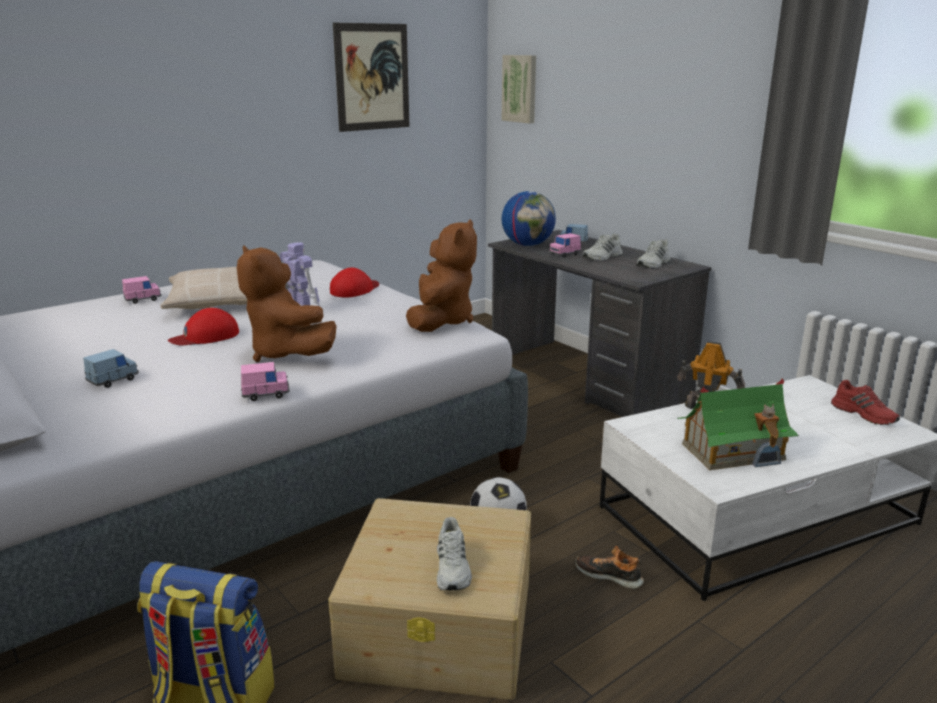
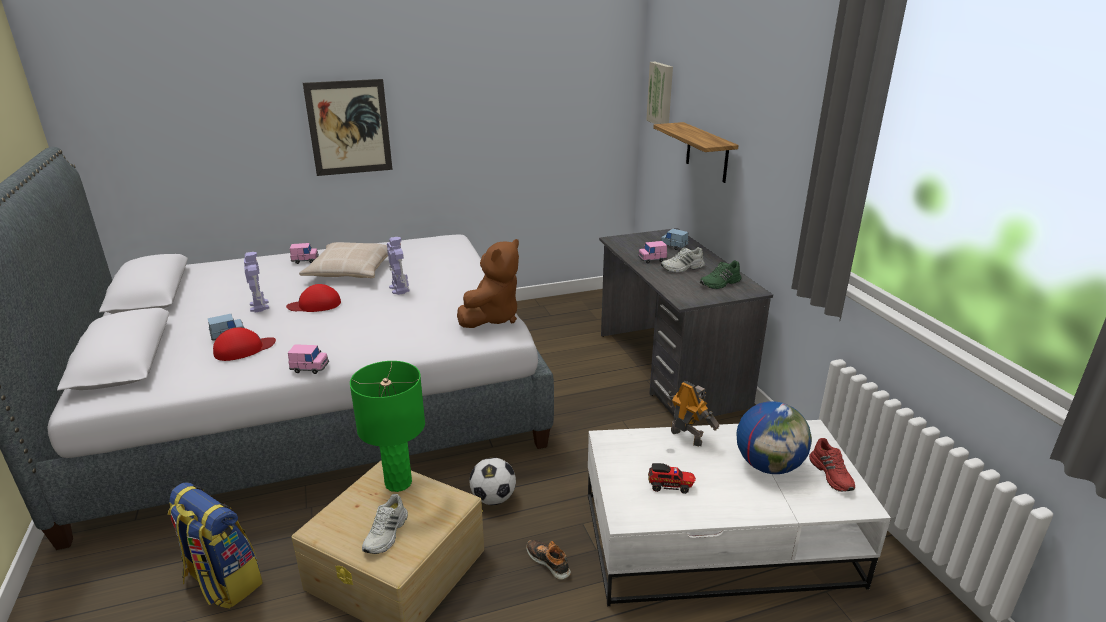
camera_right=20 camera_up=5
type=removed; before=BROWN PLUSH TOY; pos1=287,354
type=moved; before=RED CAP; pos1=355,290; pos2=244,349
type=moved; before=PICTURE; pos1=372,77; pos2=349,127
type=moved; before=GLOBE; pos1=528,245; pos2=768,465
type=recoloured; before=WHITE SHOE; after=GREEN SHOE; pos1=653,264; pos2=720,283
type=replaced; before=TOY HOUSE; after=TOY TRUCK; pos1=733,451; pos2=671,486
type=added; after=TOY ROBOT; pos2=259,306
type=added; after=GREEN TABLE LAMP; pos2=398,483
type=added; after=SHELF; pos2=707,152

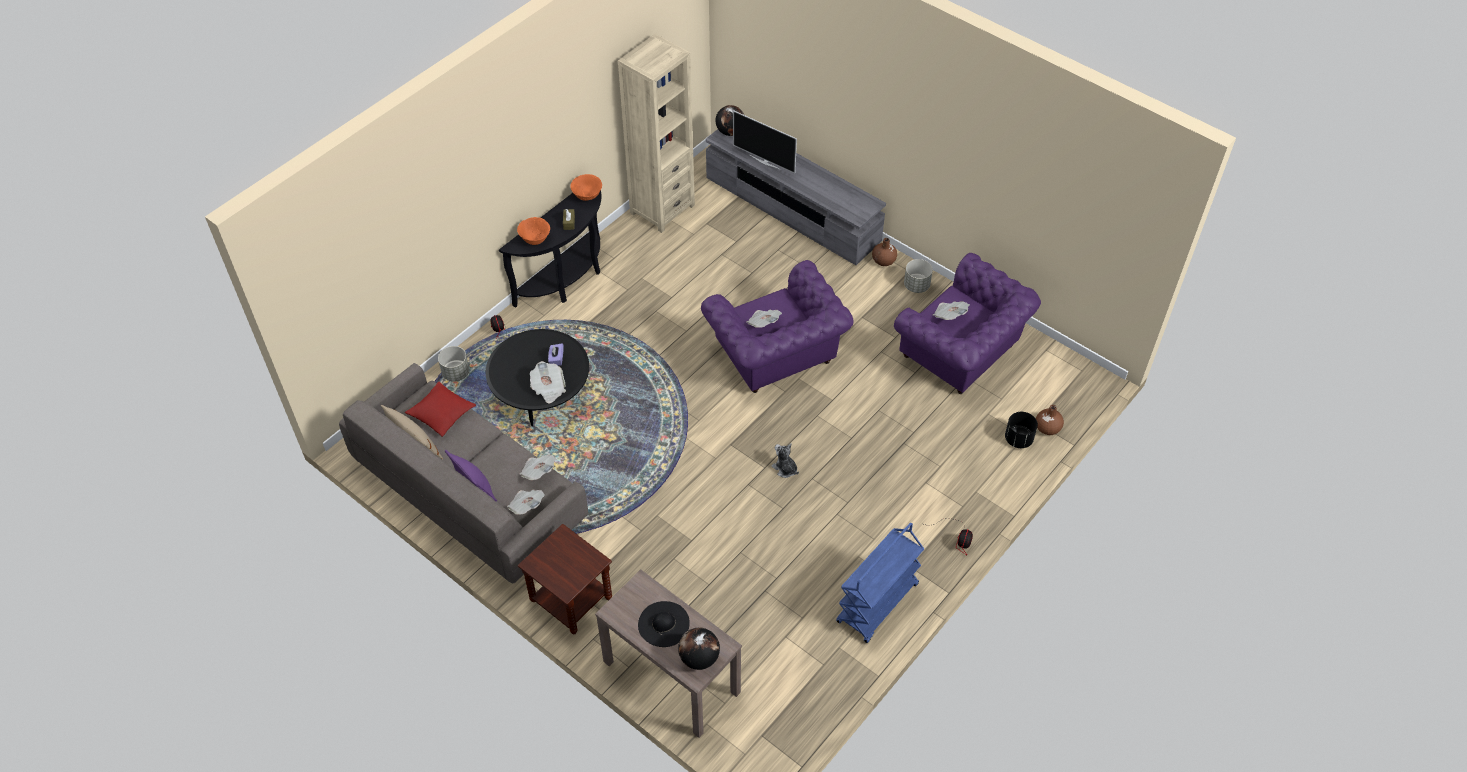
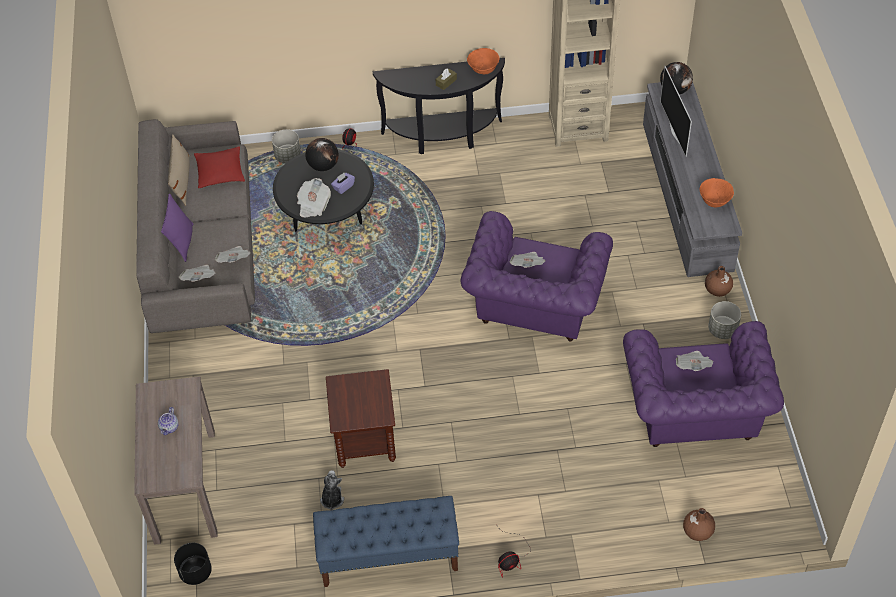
camera_right=45 camera_up=0
type=moved; before=ORANGE BOWL; pos1=535,239; pos2=714,201
type=moved; before=BROWN SIDE TABLE; pos1=570,600; pos2=364,439
type=replaced; before=BLACK HAT; after=TEAPOT; pos1=663,624; pos2=169,427
type=moved; before=GLOBE; pos1=699,658; pos2=323,166
type=moved; before=PLUSH TOY; pos1=785,469; pos2=332,499
type=replaced; before=BLUE CART; after=BLUE BENCH; pos1=877,604; pos2=388,557
type=moved; before=BLACK PLANTER; pos1=1018,439; pos2=195,572

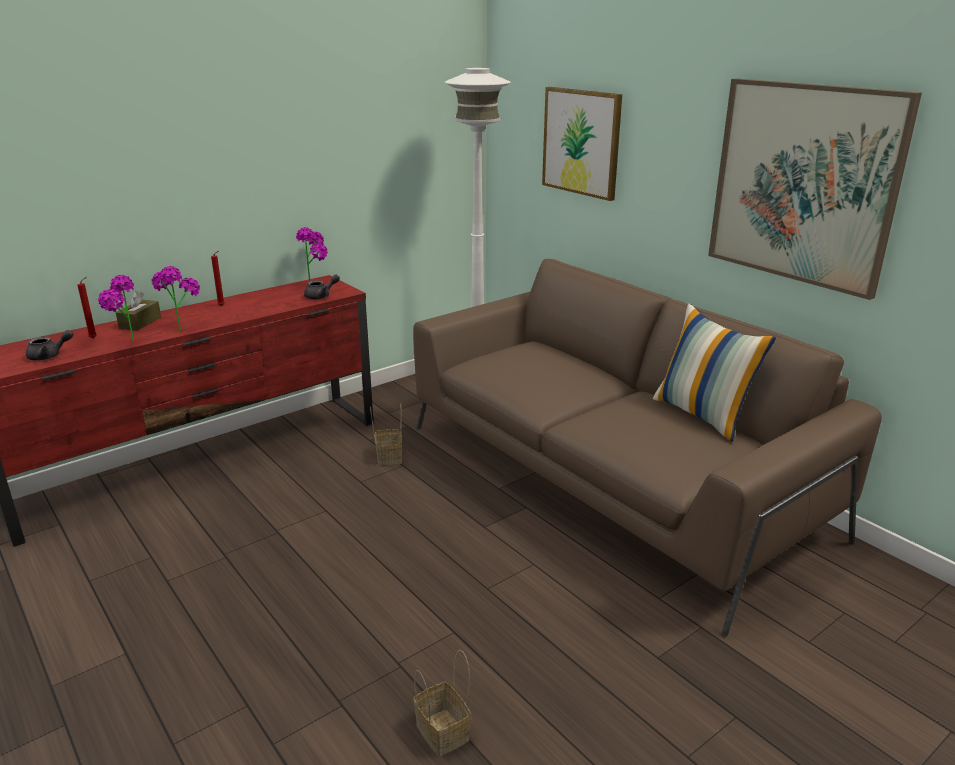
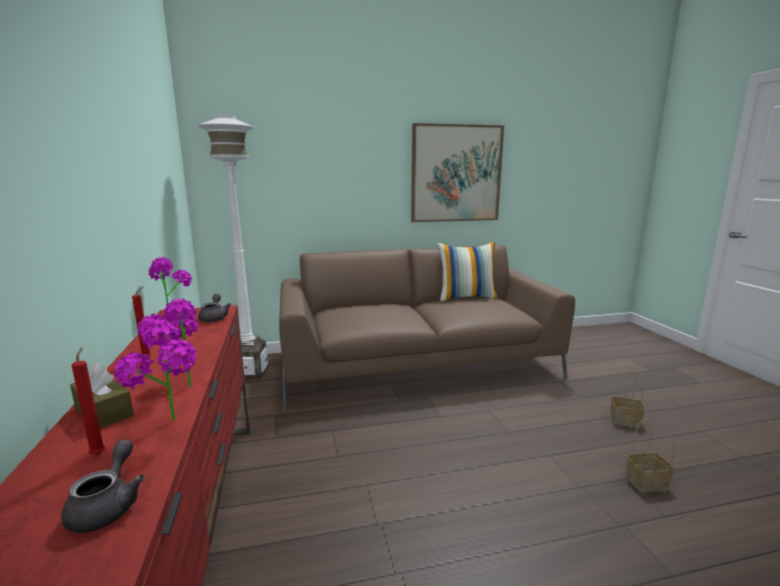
camera_right=-65 camera_up=-10
type=moved; before=BASKET; pos1=388,456; pos2=624,420
type=removed; before=PICTURE; pos1=581,142

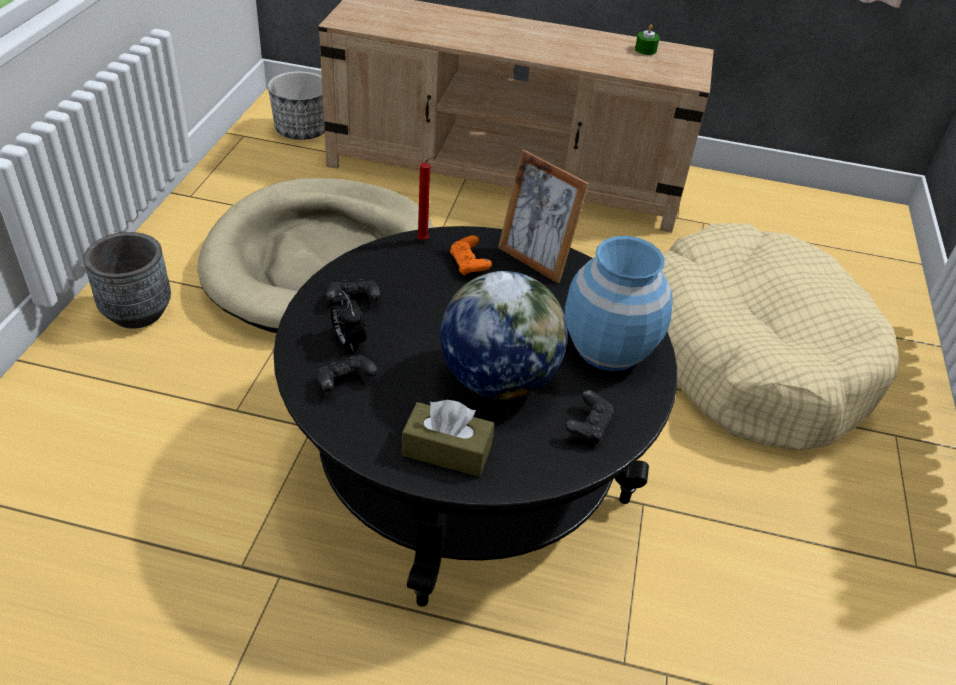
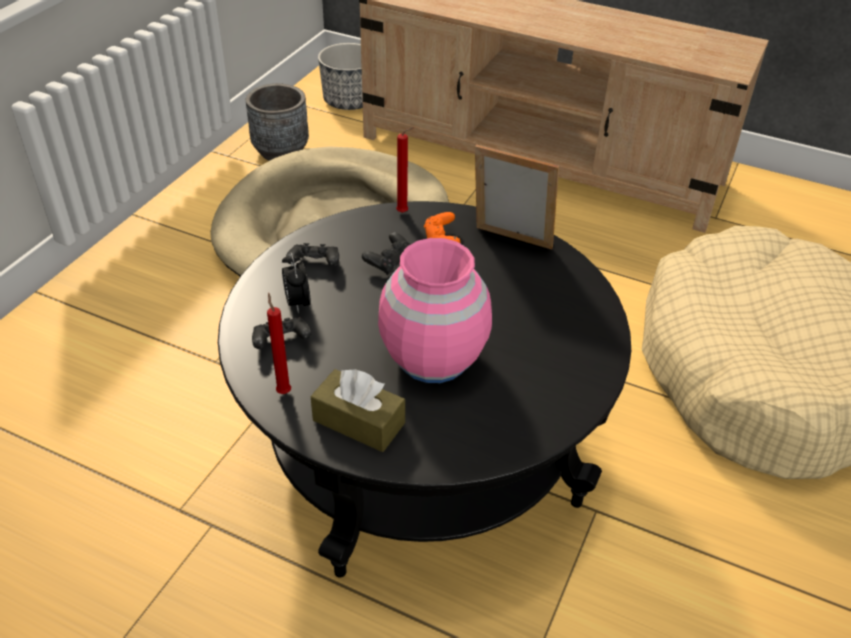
camera_right=15 camera_up=0
type=moved; before=GREY PLANTER; pos1=137,312; pos2=281,151
type=replaced; before=GLOBE; after=PINK VASE; pos1=498,379; pos2=433,358
type=turned; before=PICTURE FRAME; pos1=534,260; pos2=510,243; turn=150
type=removed; before=BLUE VASE; pos1=608,348
type=moved; before=BLACK GAME CONTROLLER; pos1=588,427; pos2=389,263
type=removed; before=GREEN CANDLE; pos1=645,50
type=added; after=RED CANDLE; pos2=283,391

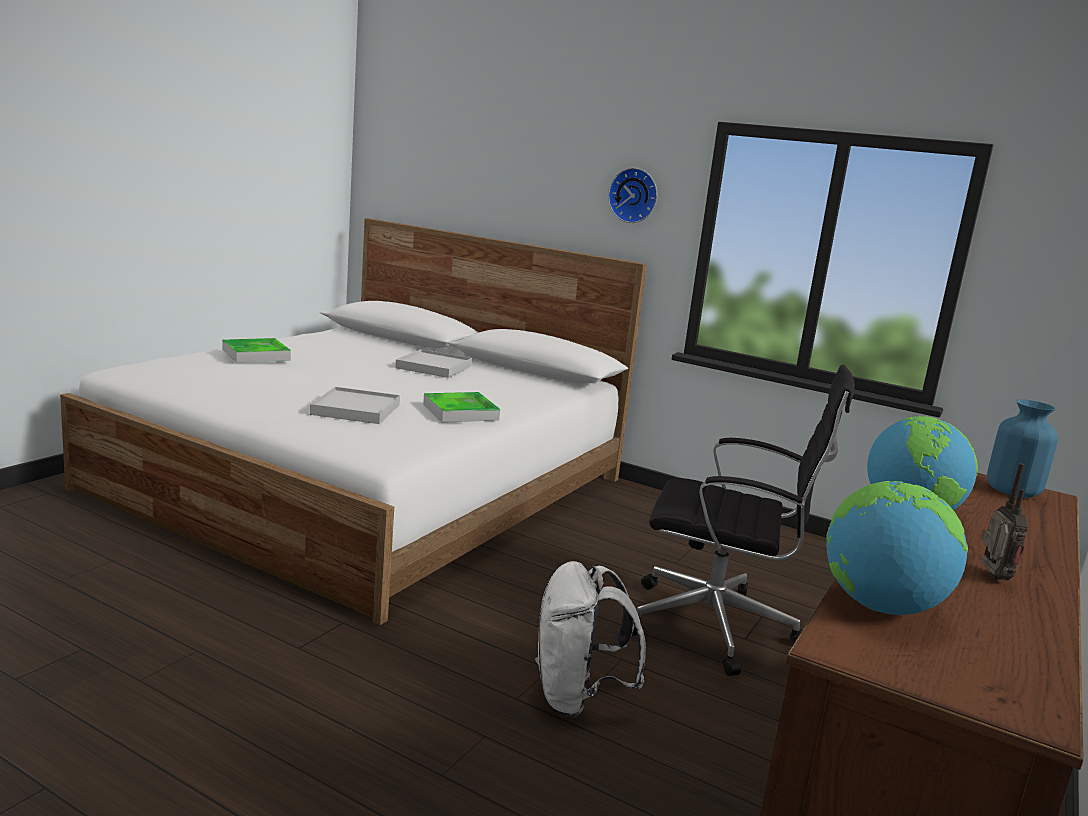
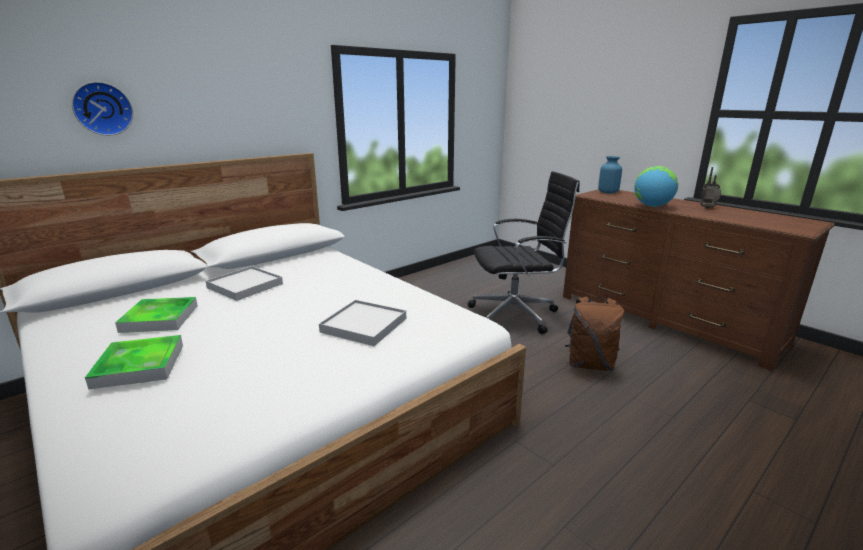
camera_right=-70 camera_up=5
type=moved; before=TRAY; pos1=460,412; pos2=160,318
type=recoloured; before=WHITE BACKPACK; after=BROWN BACKPACK; pos1=577,697; pos2=590,364
type=moved; before=WALL CLOCK; pos1=634,195; pos2=102,109
type=turned; before=BLACK OFFICE CHAIR; pos1=717,626; pos2=516,314; turn=45
type=removed; before=GLOBE; pos1=880,606

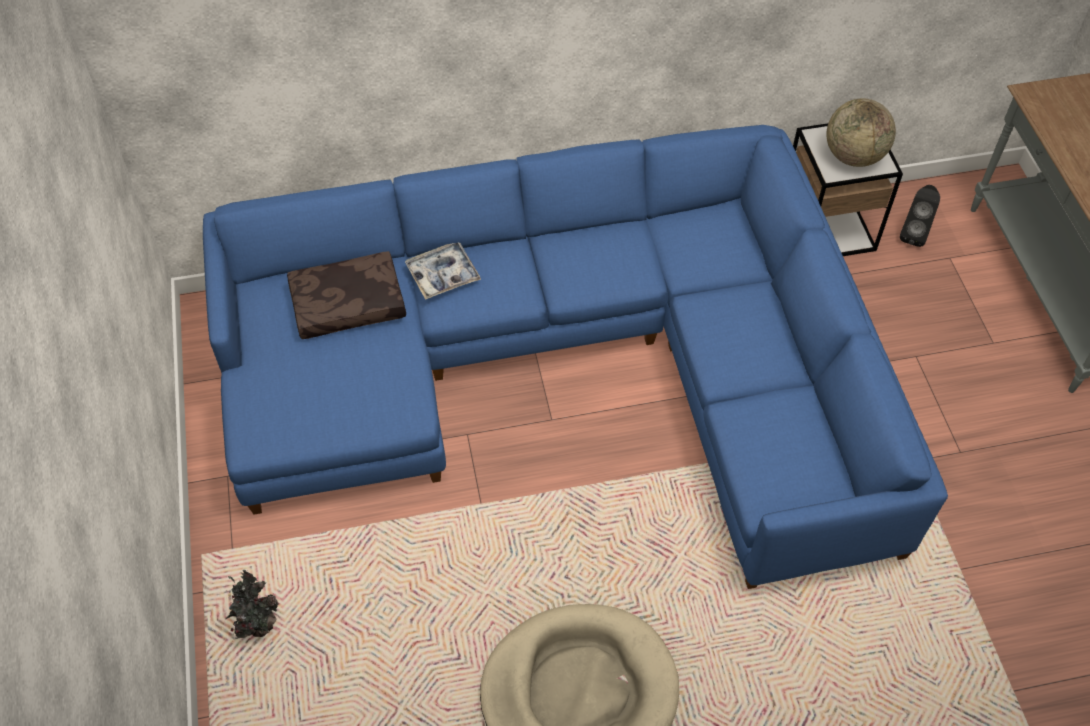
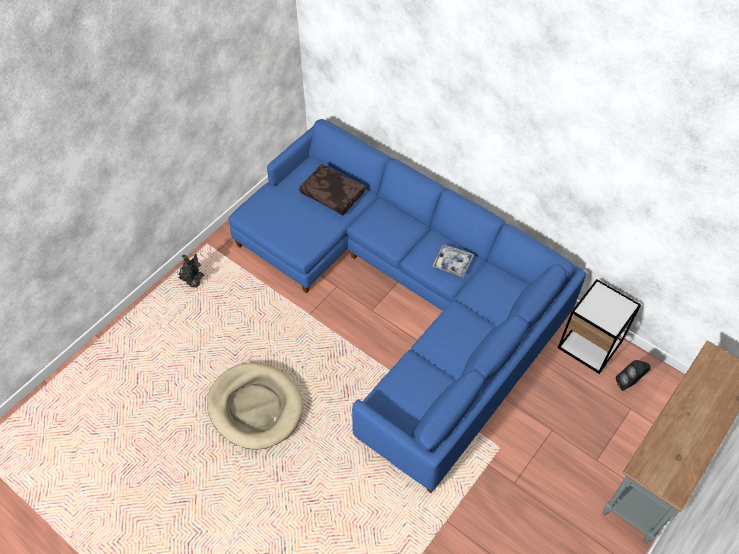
camera_right=50 camera_up=0
type=moved; before=TRAY; pos1=443,275; pos2=452,263
type=removed; before=GLOBE; pos1=853,156

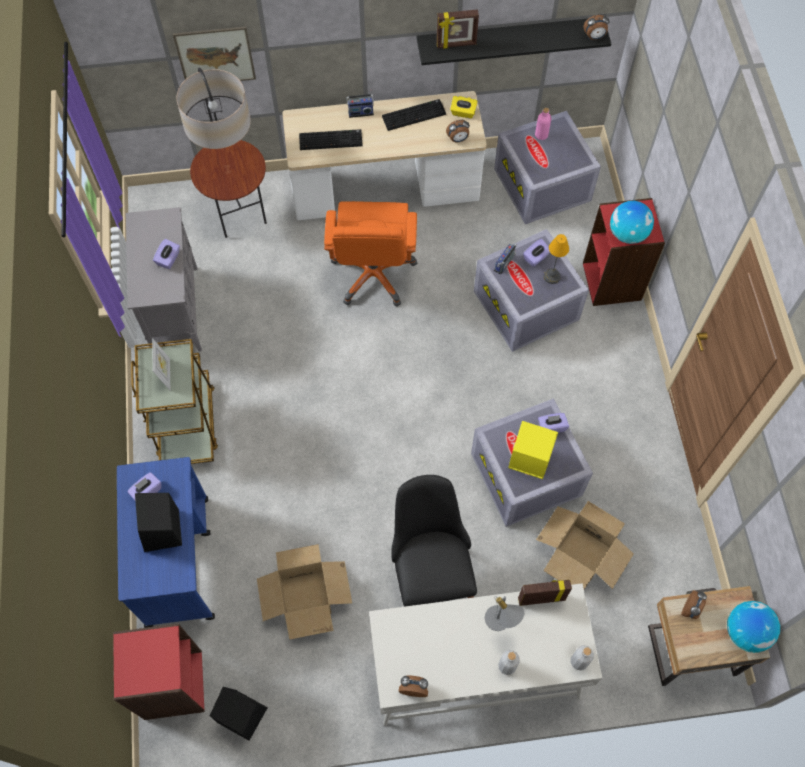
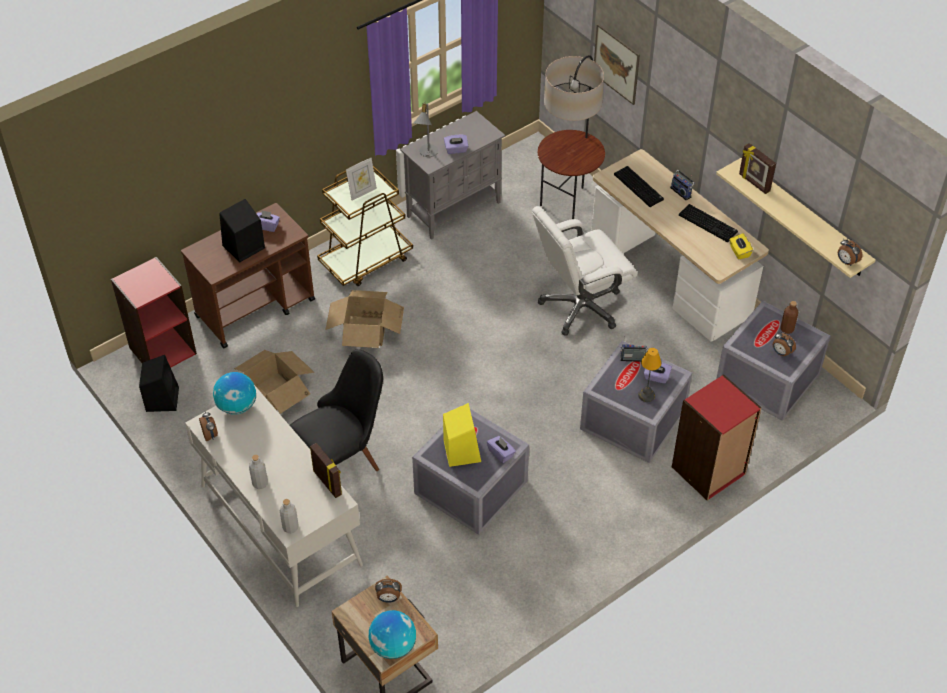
camera_right=60 camera_up=-15
type=recoloured; before=BLUE CART; after=BROWN CART; pos1=178,560; pos2=256,308
type=recoloured; before=ORANGE OFFICE CHAIR; after=WHITE OFFICE CHAIR; pos1=373,274; pos2=580,307
type=recoloured; before=BLACK SHELF; after=BEIGE SHELF; pos1=509,38; pos2=803,218
type=moved; before=ALARM CLOCK; pos1=458,139; pos2=781,353
type=moved; before=GREY TABLE LAMP; pos1=500,622; pos2=426,153
type=recoloured; before=PINK BOTTLE; after=BROWN BOTTLE; pos1=541,135; pos2=787,329
type=moved; before=CARDBOARD BOX; pos1=580,553; pos2=366,330
type=moved; before=GLOBE; pos1=627,234; pos2=237,406

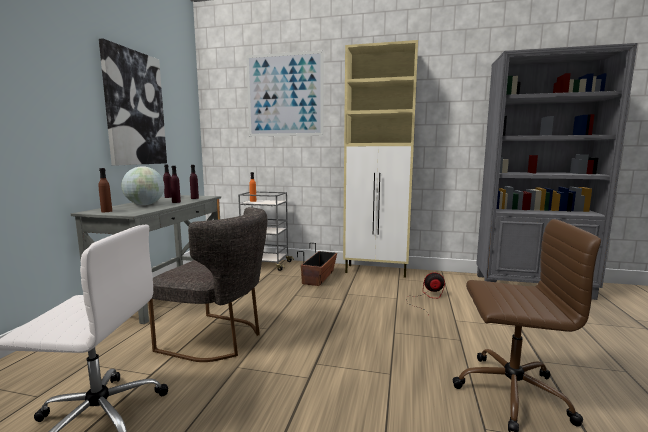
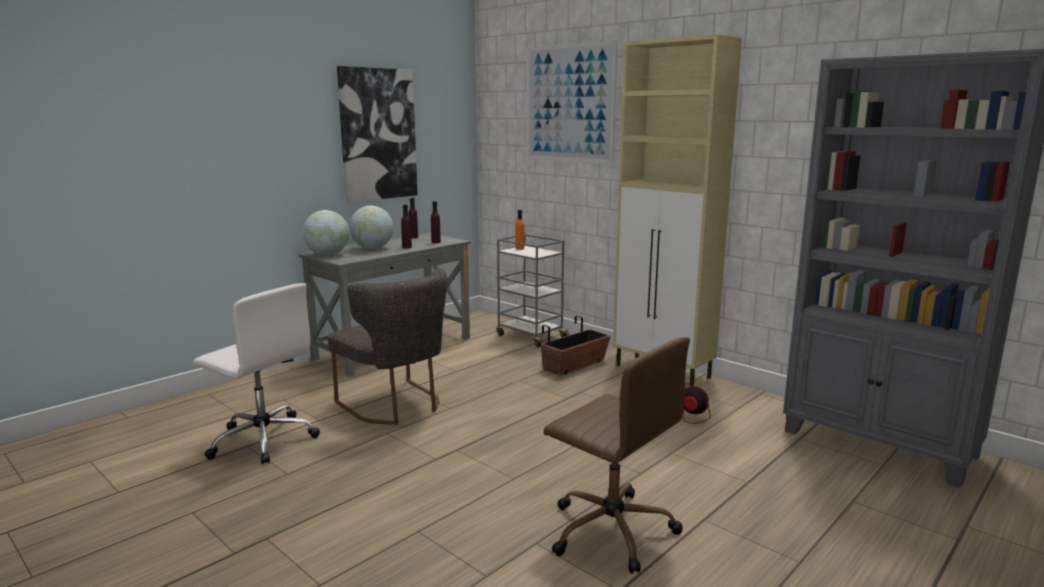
camera_right=30 camera_up=5
type=replaced; before=BROWN BOTTLE; after=GLOBE; pos1=106,211; pos2=327,255

